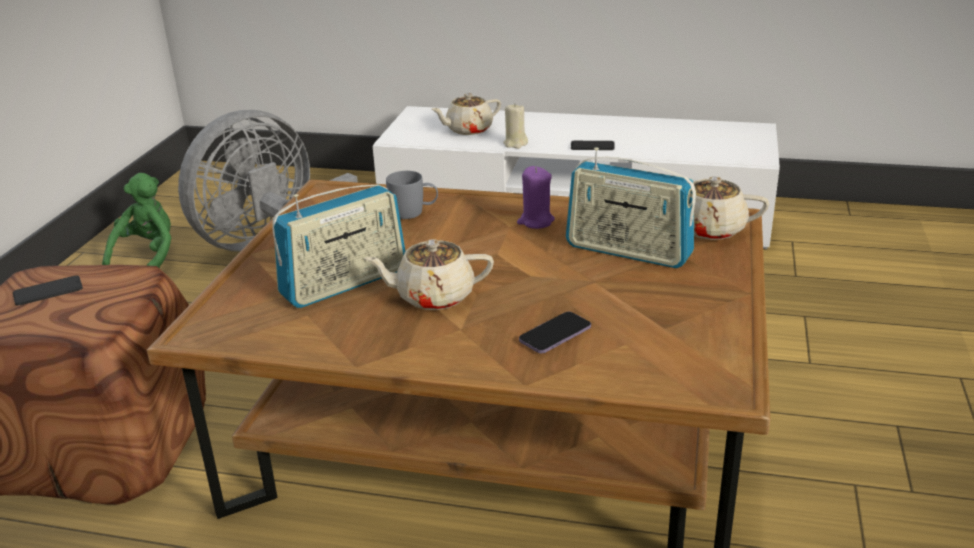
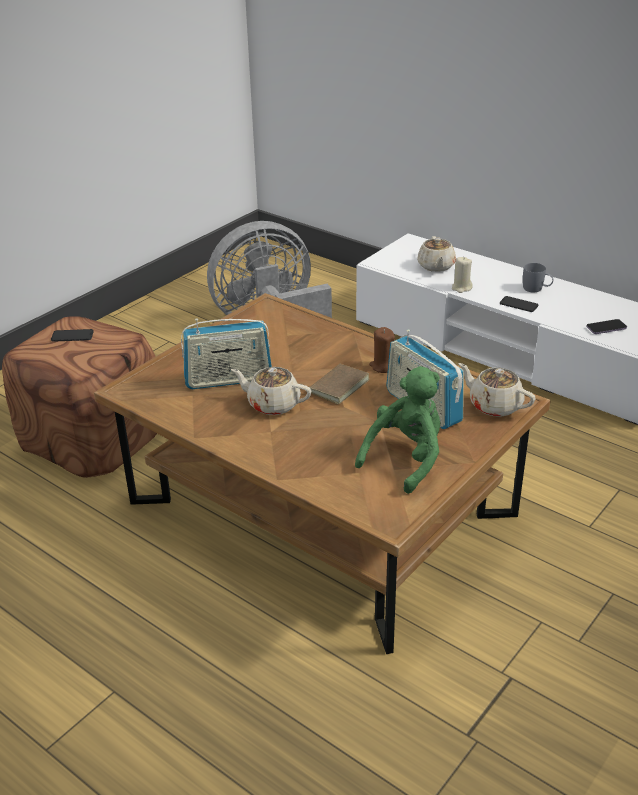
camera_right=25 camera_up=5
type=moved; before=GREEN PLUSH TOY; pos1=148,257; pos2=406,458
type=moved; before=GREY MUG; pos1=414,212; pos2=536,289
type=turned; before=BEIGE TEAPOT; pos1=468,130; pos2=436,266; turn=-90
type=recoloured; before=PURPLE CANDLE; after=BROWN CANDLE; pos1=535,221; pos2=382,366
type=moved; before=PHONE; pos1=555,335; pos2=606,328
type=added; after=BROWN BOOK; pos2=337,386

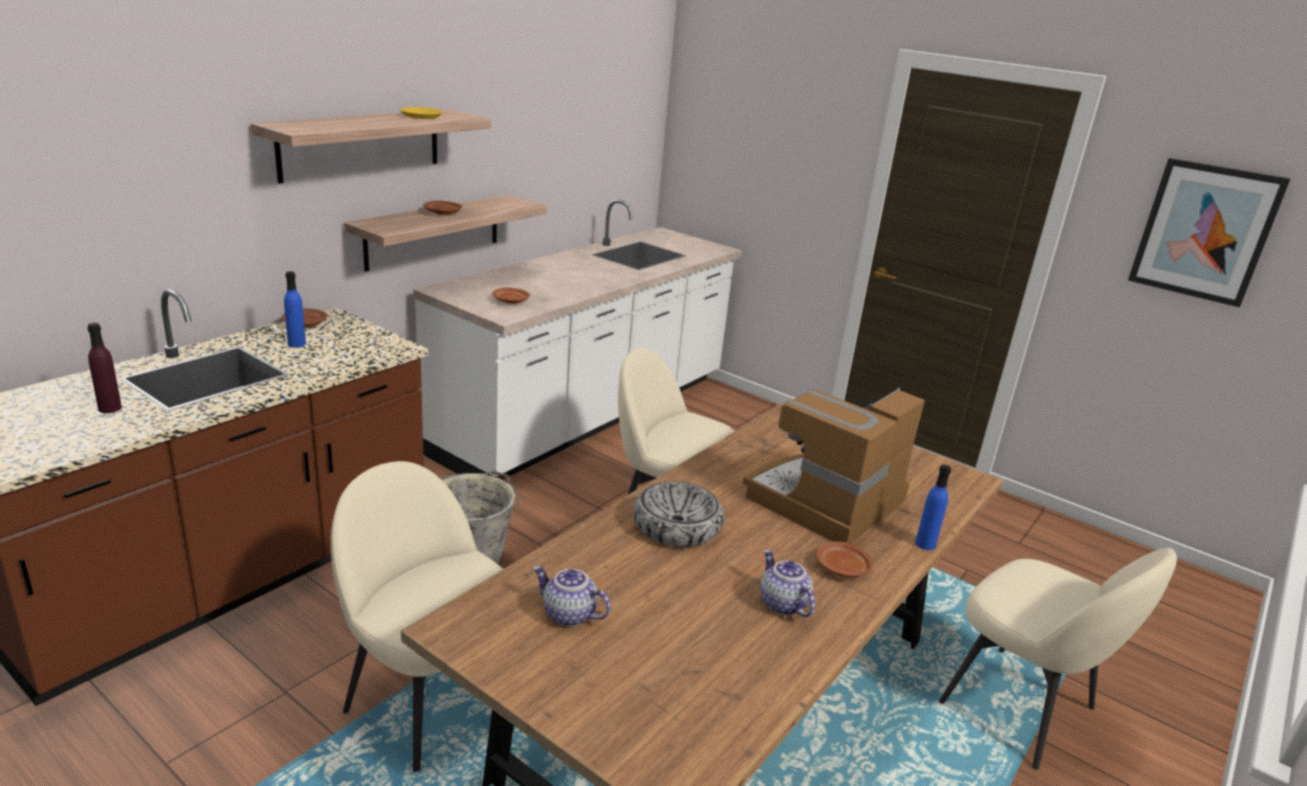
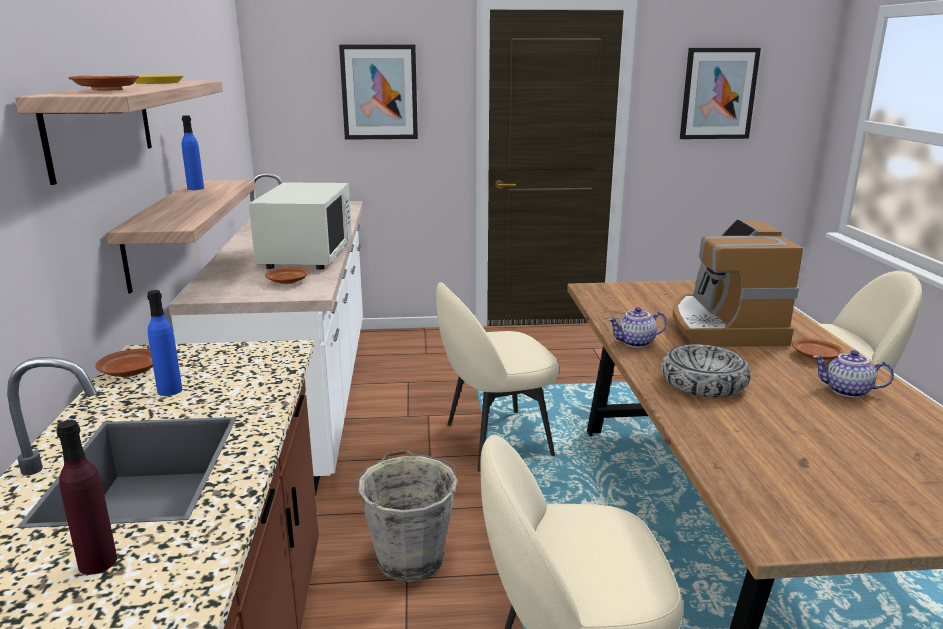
camera_right=-40 camera_up=-5
type=moved; before=BROWN PLATE; pos1=443,213; pos2=107,91
type=moved; before=TEAPOT; pos1=568,615; pos2=635,343
type=moved; before=BLUE BOTTLE; pos1=925,544; pos2=195,188
type=added; after=WHITE MICROWAVE; pos2=306,255
type=added; after=PICTURE; pos2=379,92

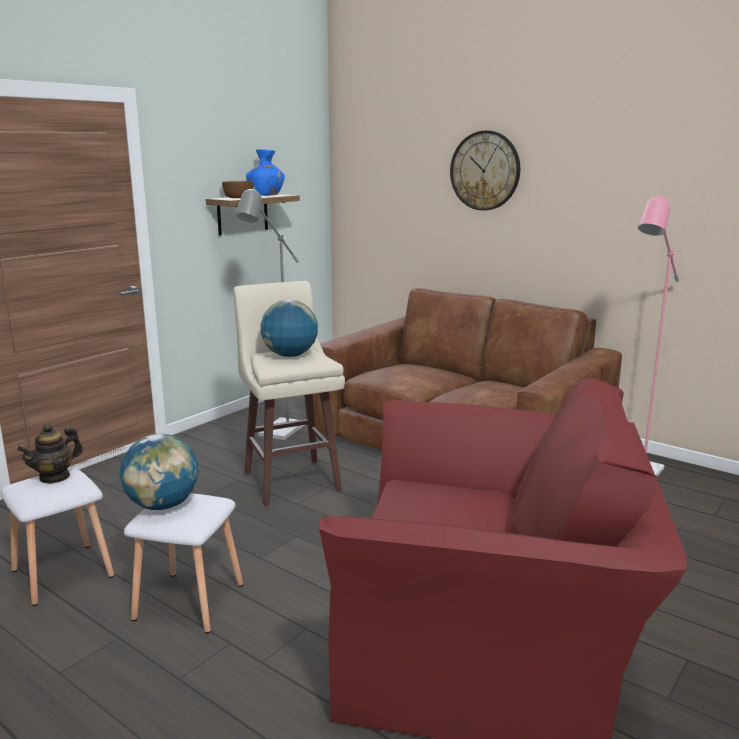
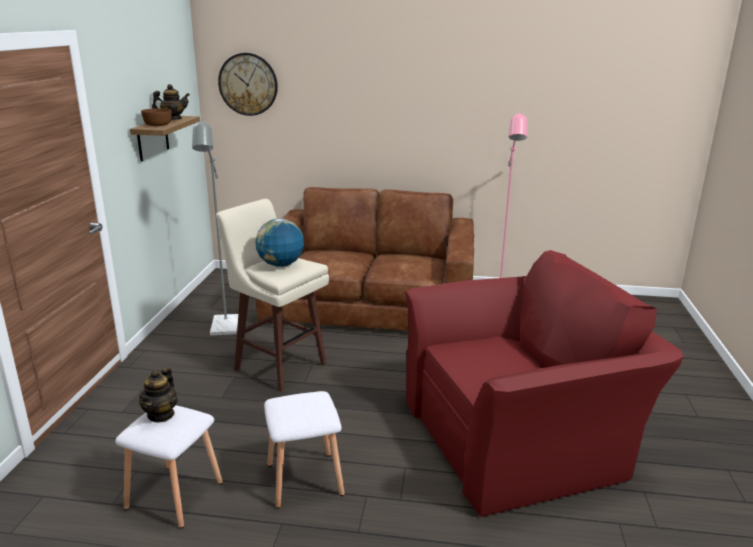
camera_right=-30 camera_up=5
type=removed; before=GLOBE; pos1=163,505
type=replaced; before=BLUE VASE; after=TEAPOT; pos1=266,195; pos2=173,119
type=moved; before=WALL CLOCK; pos1=485,171; pos2=248,84

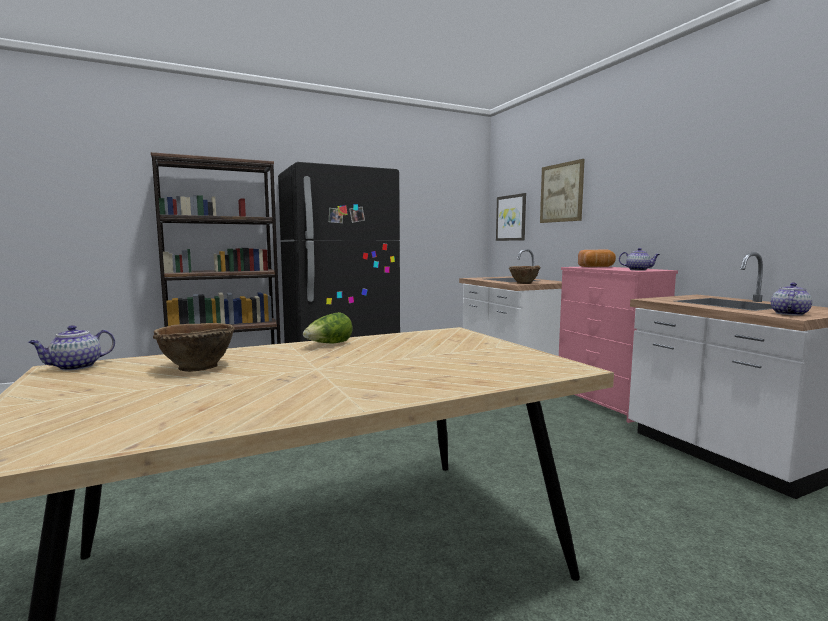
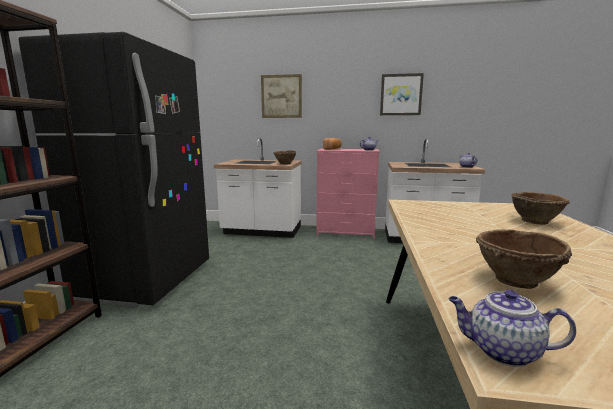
camera_right=-55 camera_up=5
type=turned; before=TEAPOT; pos1=75,367; pos2=501,351; turn=120
type=removed; before=LETTUCE; pos1=329,344
type=moved; before=PICTURE; pos1=511,218; pos2=401,94
type=added; after=BROWN BOWL; pos2=535,221

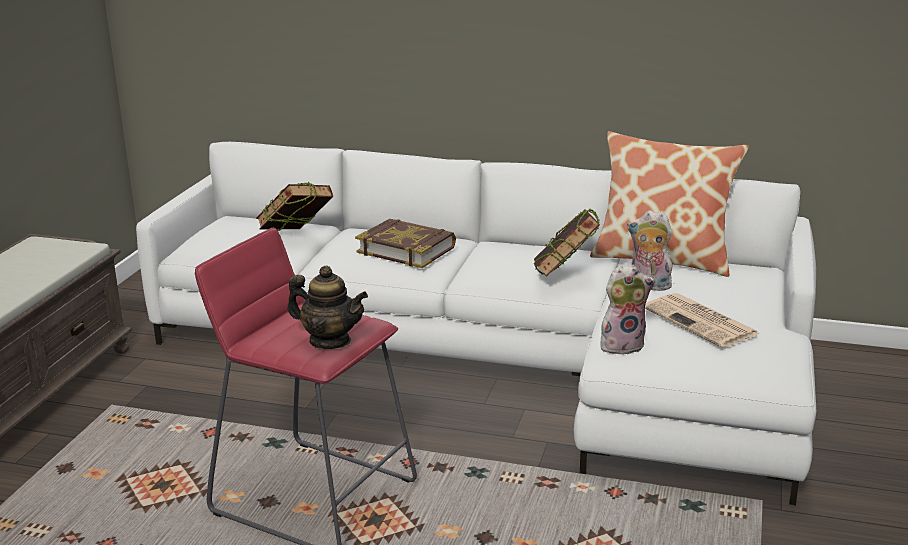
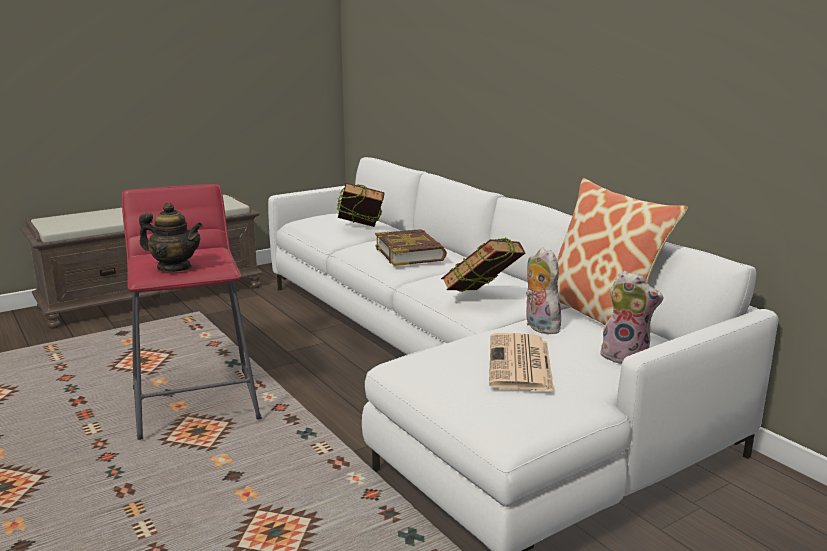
camera_right=40 camera_up=-5
type=turned; before=TEAPOT; pos1=330,341; pos2=174,268; turn=-45
type=moved; before=PLUSH TOY; pos1=622,345; pos2=626,356

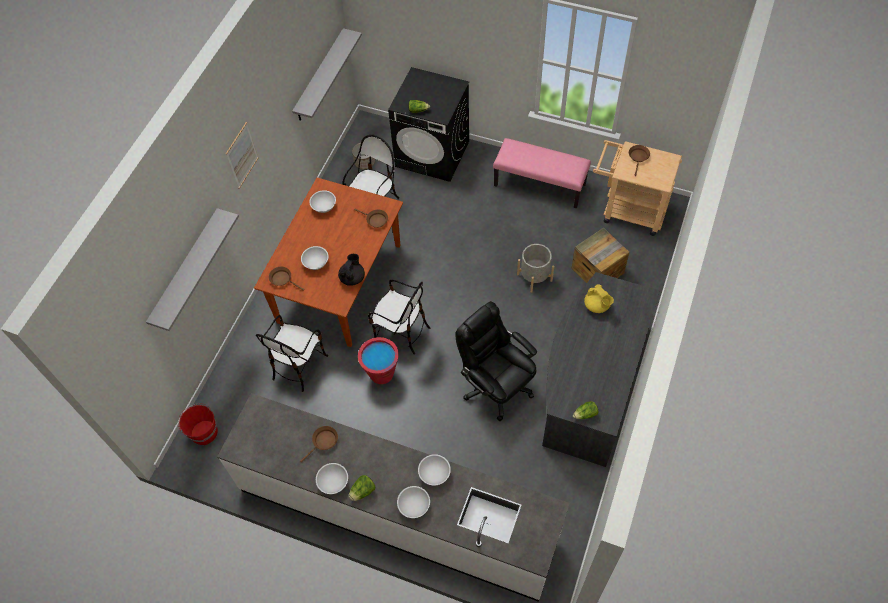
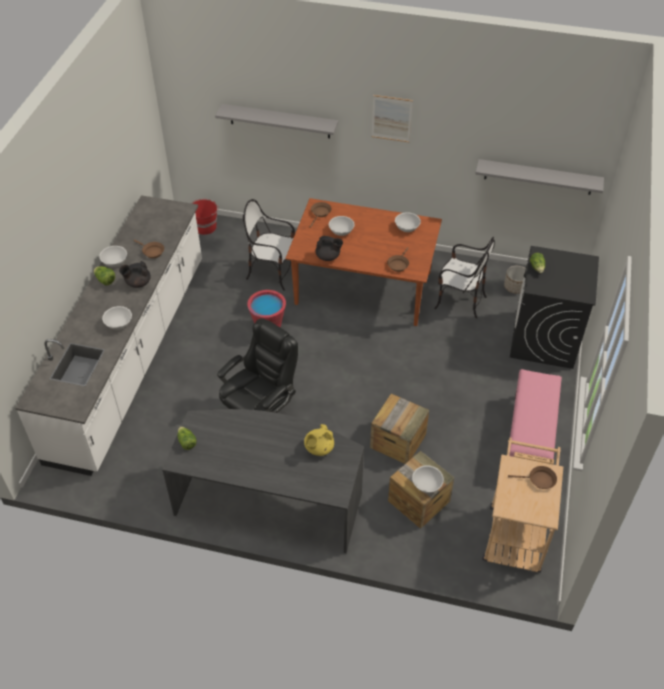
camera_right=80 camera_up=-10
type=removed; before=CHAIR; pos1=401,332
type=moved; before=WHITE BOWL; pos1=414,505; pos2=427,485
type=replaced; before=GREY PLANTER; after=CRATE; pos1=534,277; pos2=398,441
type=added; after=BLACK TEAPOT; pos2=137,283

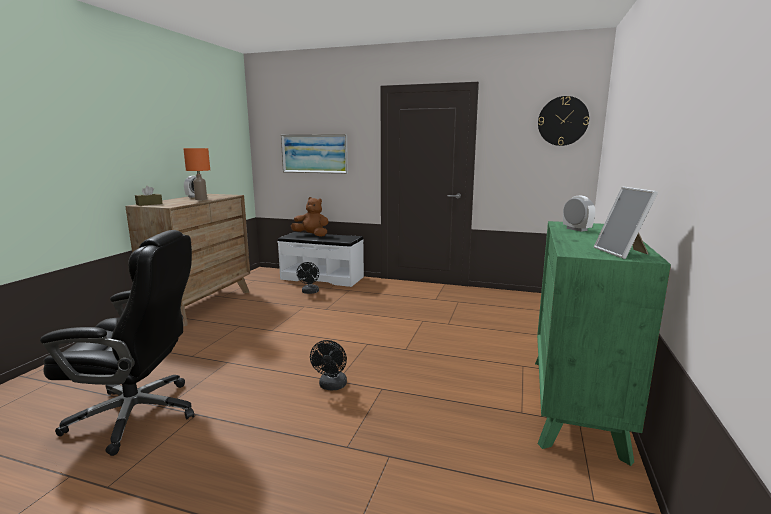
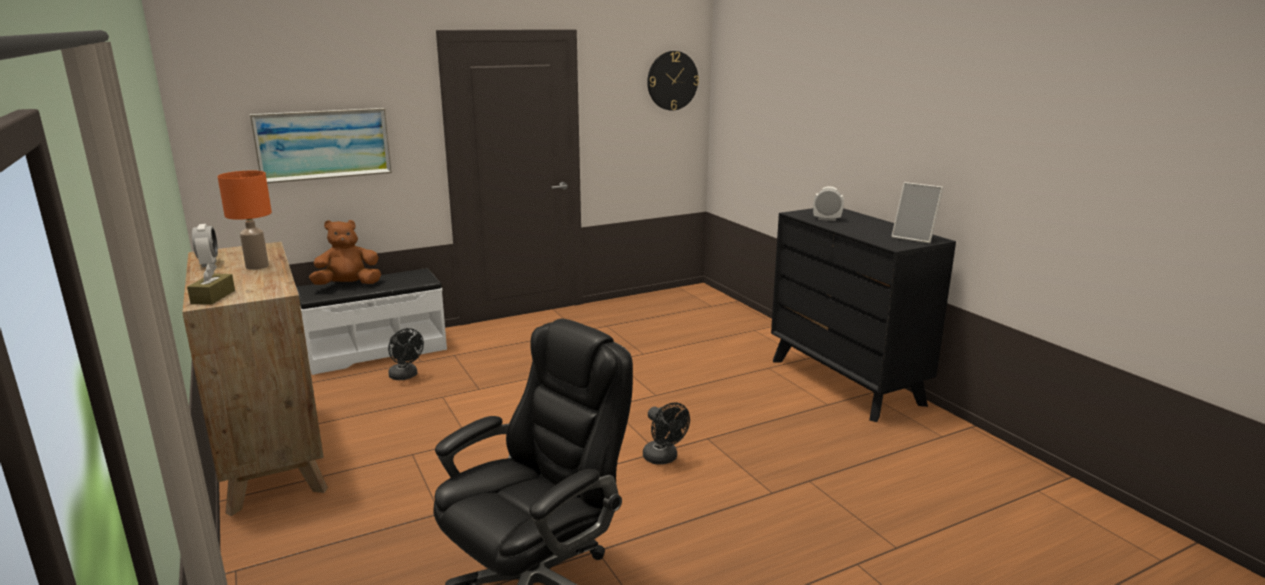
camera_right=-45 camera_up=5
type=recoloured; before=GREEN DRESSER; after=BLACK DRESSER; pos1=576,404; pos2=845,381

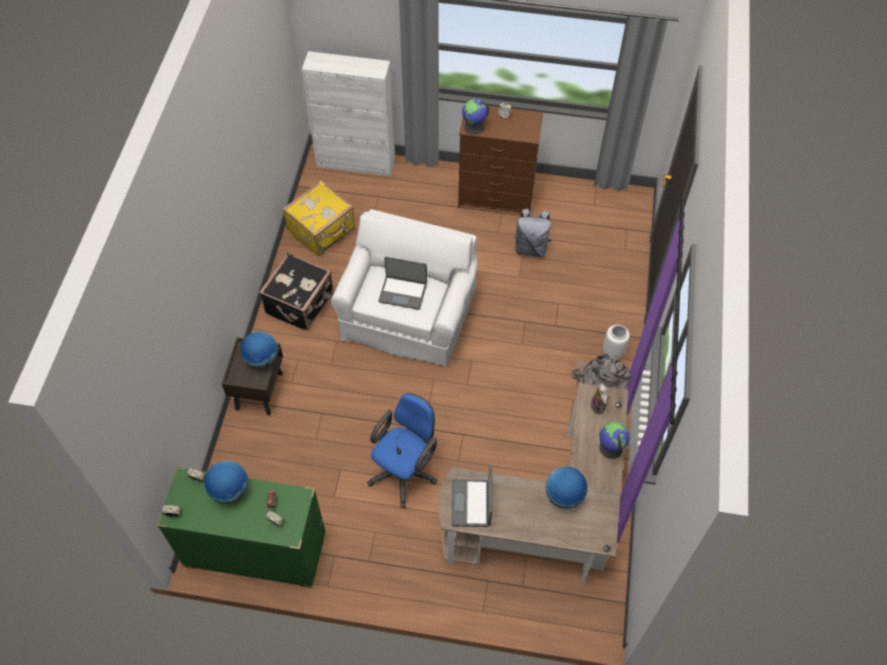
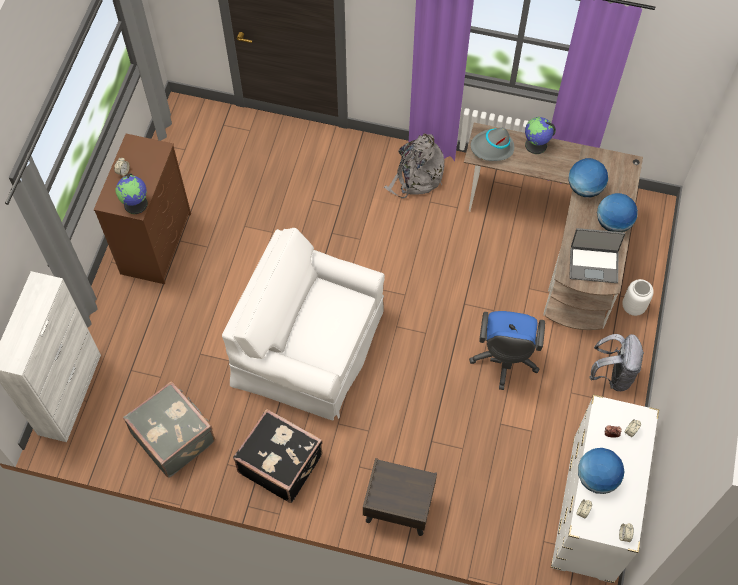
camera_right=-85 camera_up=5
type=recoloured; before=GREEN DRESSER; after=WHITE DRESSER; pos1=255,551; pos2=592,510
type=moved; before=GLOBE; pos1=262,359; pos2=613,223
type=recoloured; before=YELLOW SUITCASE; after=GREY SUITCASE; pos1=322,231; pos2=174,436
type=turned; before=BLUE OFFICE CHAIR; pos1=405,471; pos2=504,360; turn=-120
type=removed; before=LAPTOP; pos1=403,292
type=moved; before=GREY BACKPACK; pos1=531,248; pos2=612,374
type=replaced; before=PLUSH TOY; after=GREY HAT; pos1=599,407; pos2=492,147
type=moved; before=WHITE VASE; pos1=613,352; pos2=633,306

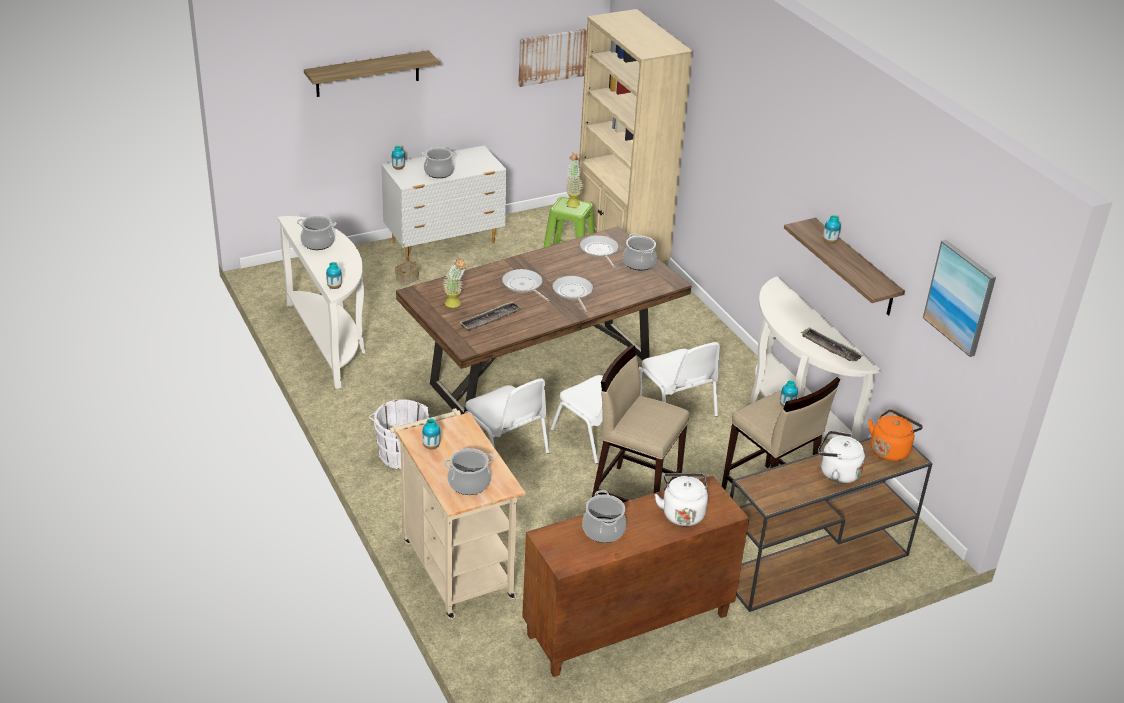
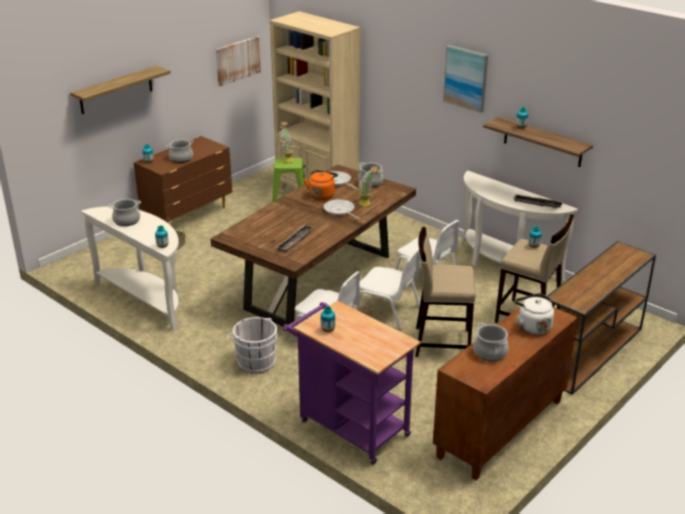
camera_right=-20 camera_up=-5
type=recoloured; before=WHITE DRESSER; after=BROWN DRESSER; pos1=445,243; pos2=188,216
type=recoloured; before=BEIGE CART; after=PURPLE CART; pos1=454,564; pos2=349,426
type=moved; before=POTTED PLANT; pos1=455,305; pos2=367,204
type=removed; before=COOKING POT; pos1=469,483
type=removed; before=FRYING PAN; pos1=523,286
type=removed; before=WHITE KETTLE; pos1=836,472
type=moved; before=ORANGE KETTLE; pos1=890,450; pos2=322,195
type=moved; before=PICTURE; pos1=960,297; pos2=466,78

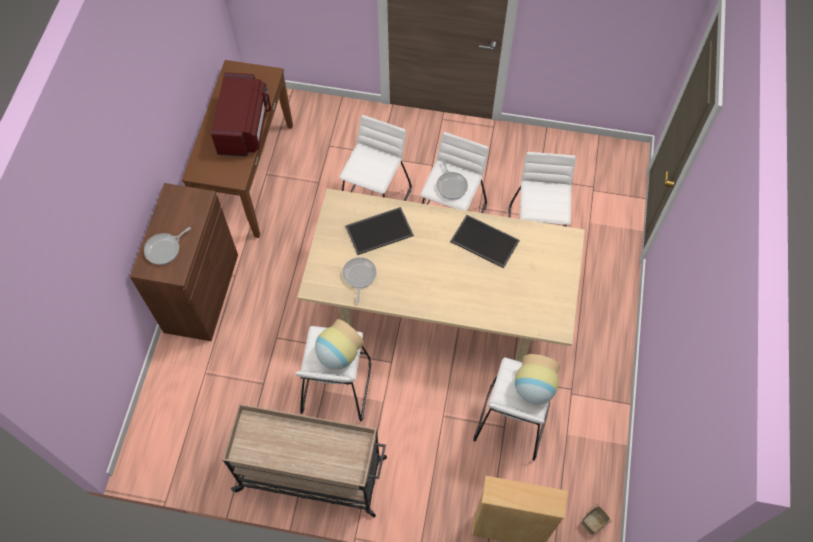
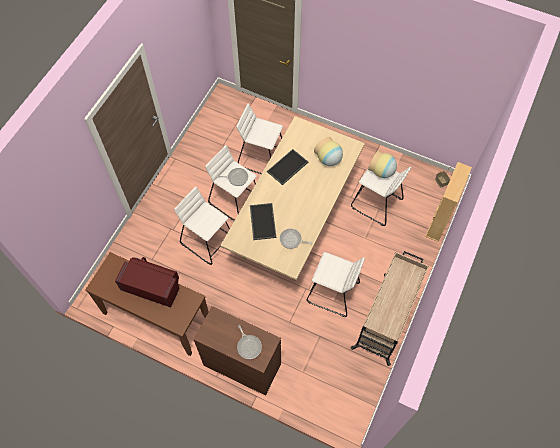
camera_right=-75 camera_up=0
type=moved; before=VASE; pos1=338,354; pos2=329,159

